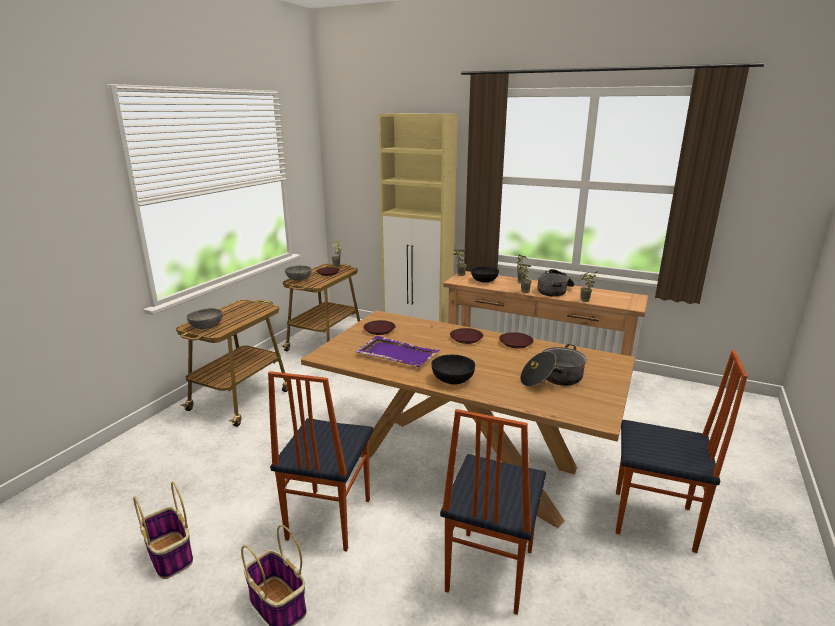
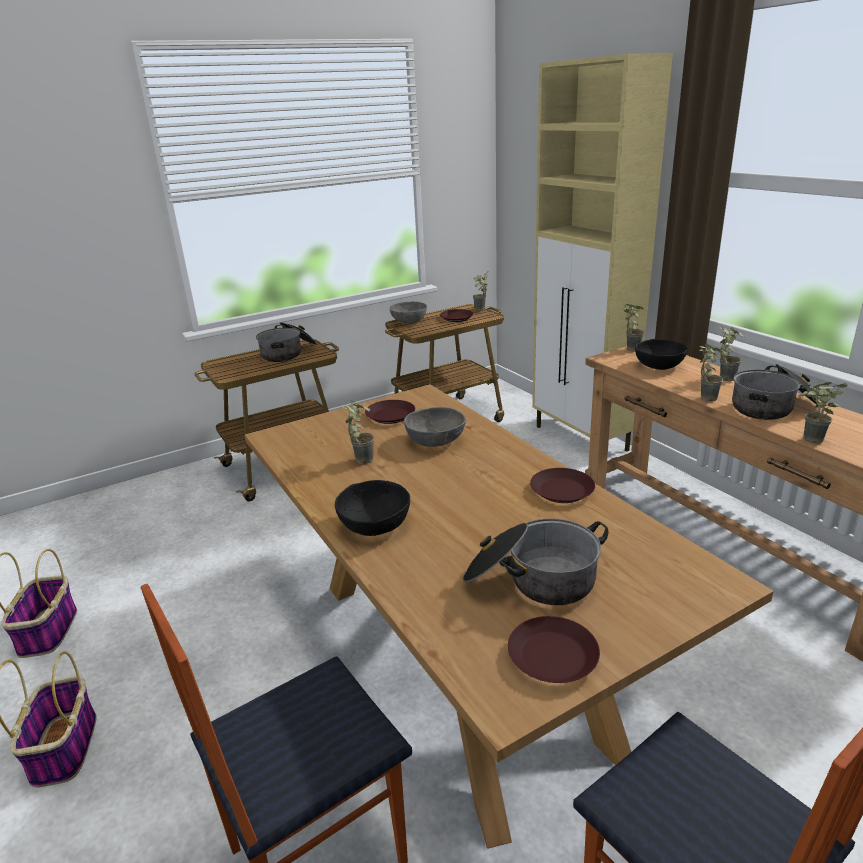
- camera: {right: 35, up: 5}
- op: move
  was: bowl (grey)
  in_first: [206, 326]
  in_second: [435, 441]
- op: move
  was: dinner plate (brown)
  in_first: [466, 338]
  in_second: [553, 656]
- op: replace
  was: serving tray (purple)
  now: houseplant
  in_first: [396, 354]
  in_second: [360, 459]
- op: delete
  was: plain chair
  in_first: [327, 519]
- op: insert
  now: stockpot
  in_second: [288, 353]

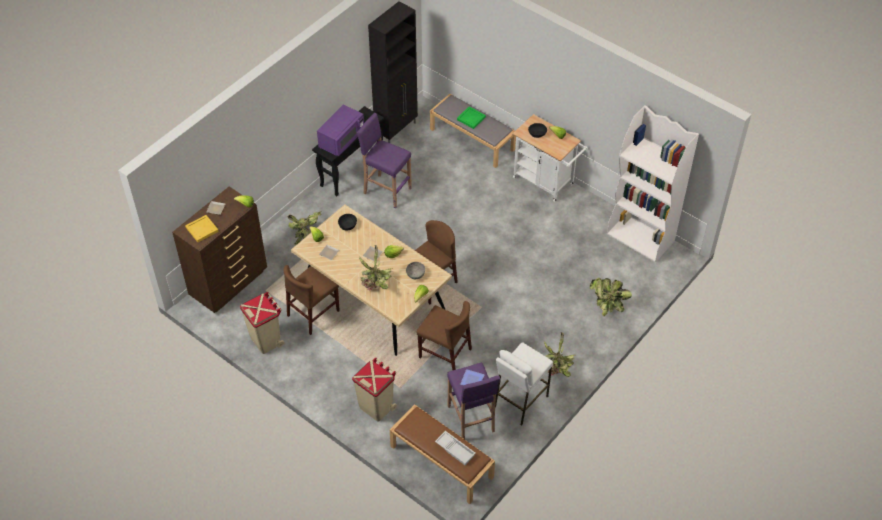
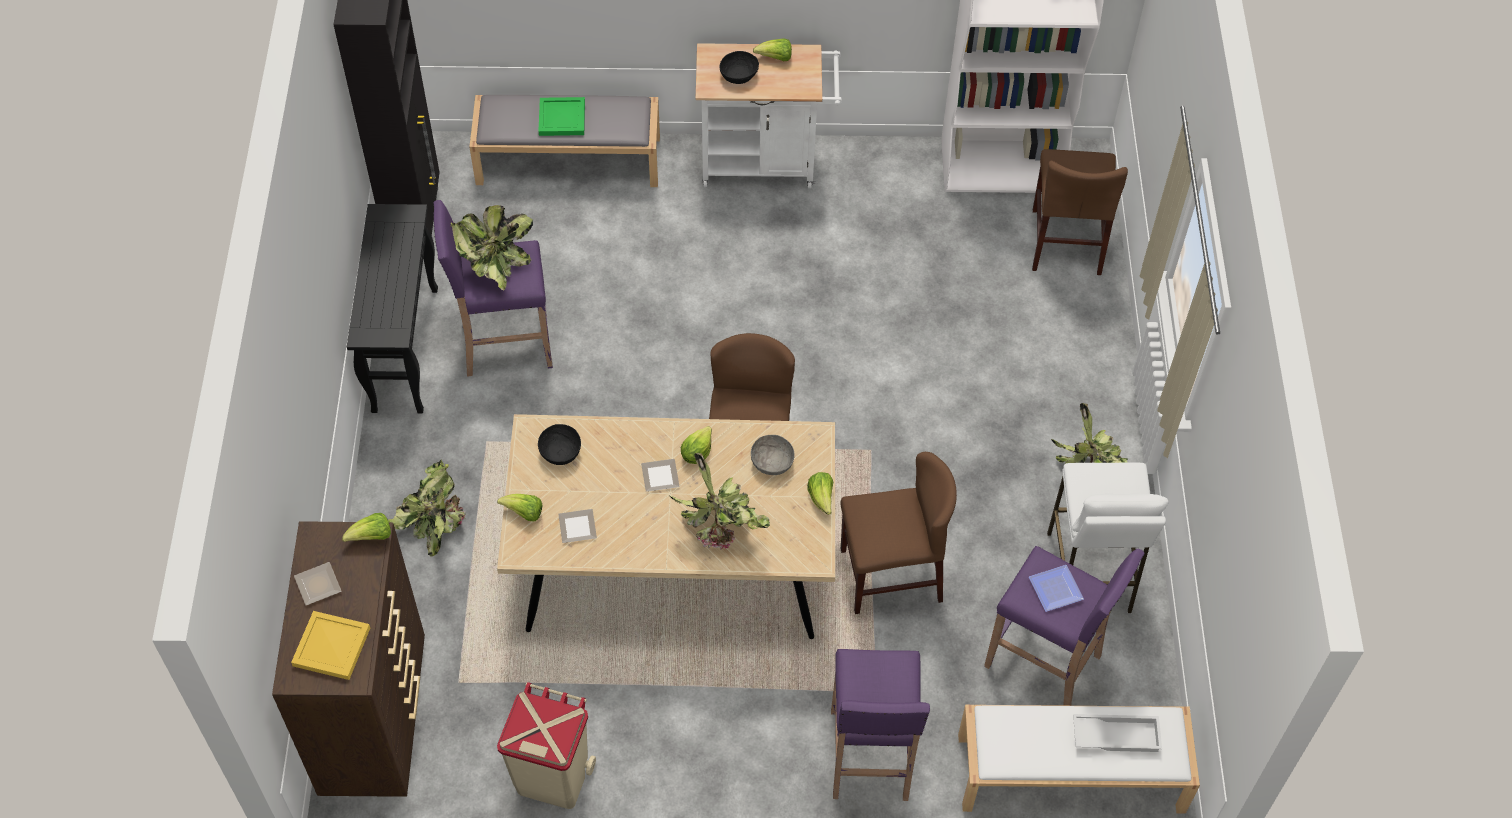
- camera: {right: -40, up: 5}
- op: delete
  was: kitchen microwave (purple)
  in_first: [341, 140]
- op: move
  was: plain chair (brown)
  in_first: [313, 313]
  in_second: [1066, 241]
- op: move
  was: houseplant
  in_first: [607, 304]
  in_second: [491, 266]
- op: replace
  was: waste bin (beige-coloured)
  now: stool (purple)
  in_first: [376, 406]
  in_second: [869, 757]
- op: recolor
  was: bench (brown)
  now: bench (whitish)
  in_first: [441, 461]
  in_second: [1069, 774]

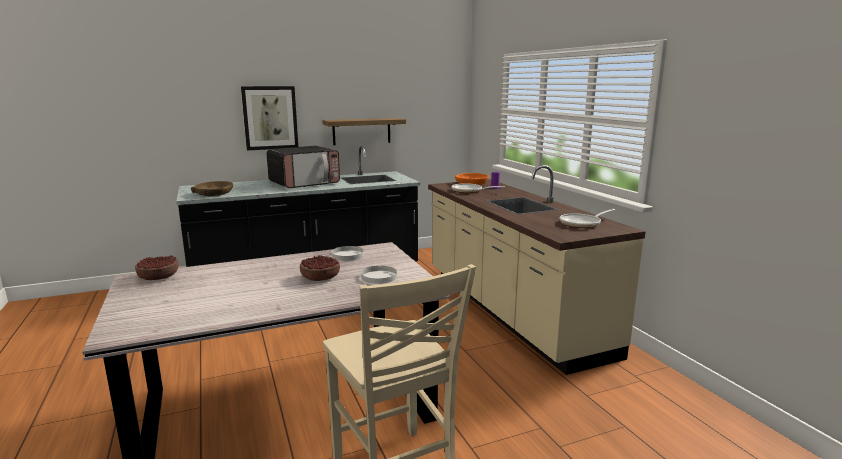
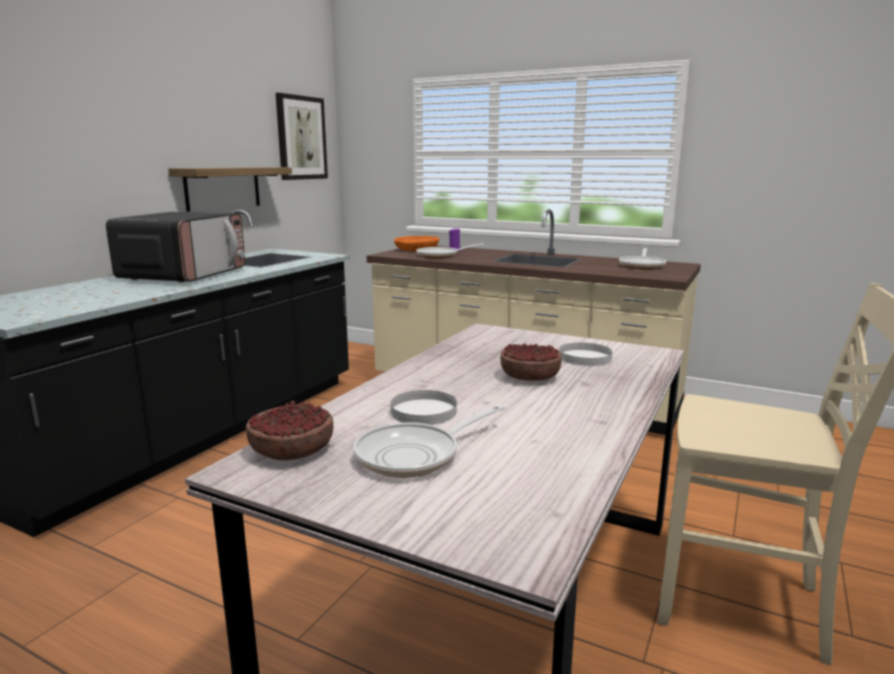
- camera: {right: -40, up: 0}
- op: move
  was: wall picture
  in_first: [270, 118]
  in_second: [301, 138]
- op: delete
  was: bowl (brown)
  in_first: [214, 194]
- op: move
  was: dinner plate (whitish)
  in_first: [347, 255]
  in_second: [423, 411]
- op: insert
  now: frying pan
  in_second: [415, 455]

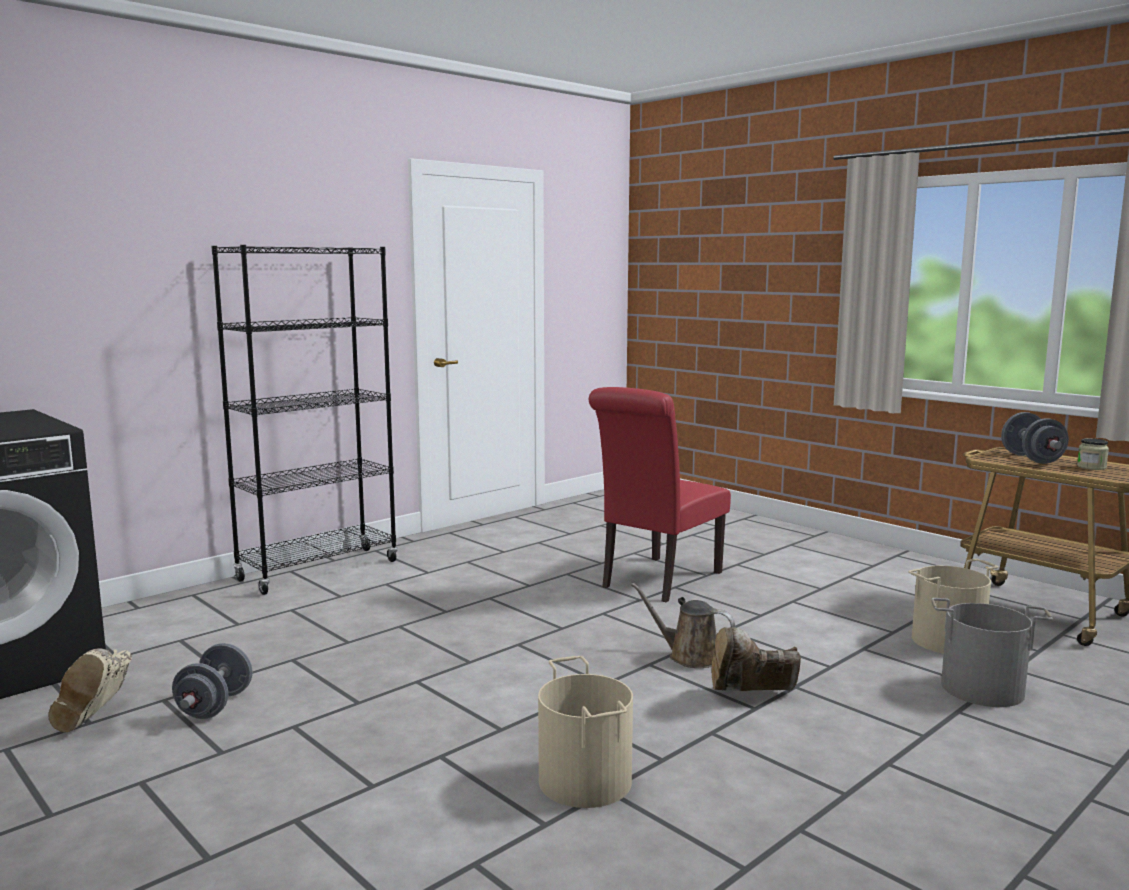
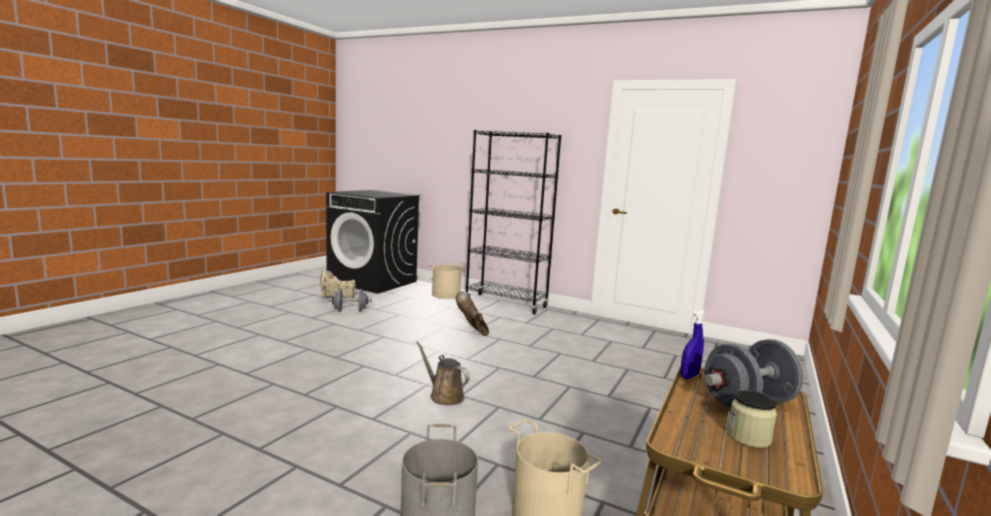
- camera: {right: 70, up: 0}
- op: delete
  was: plain chair (red-coloured)
  in_first: [657, 581]
- op: rotate
  was: sprinkling can (brown)
  in_first: [689, 656]
  in_second: [444, 396]
  clockwise: -60
- op: move
  was: boot (brown)
  in_first: [750, 697]
  in_second: [472, 330]
- op: move
  was: water bucket (beige-coloured)
  in_first: [586, 780]
  in_second: [446, 295]
- op: insert
  now: spray bottle (bluish)
  in_second: [689, 376]

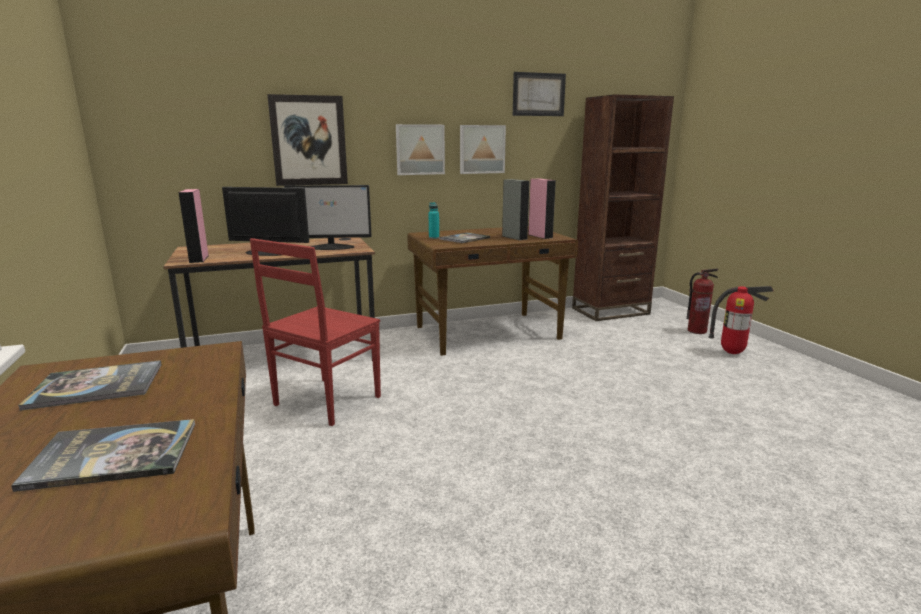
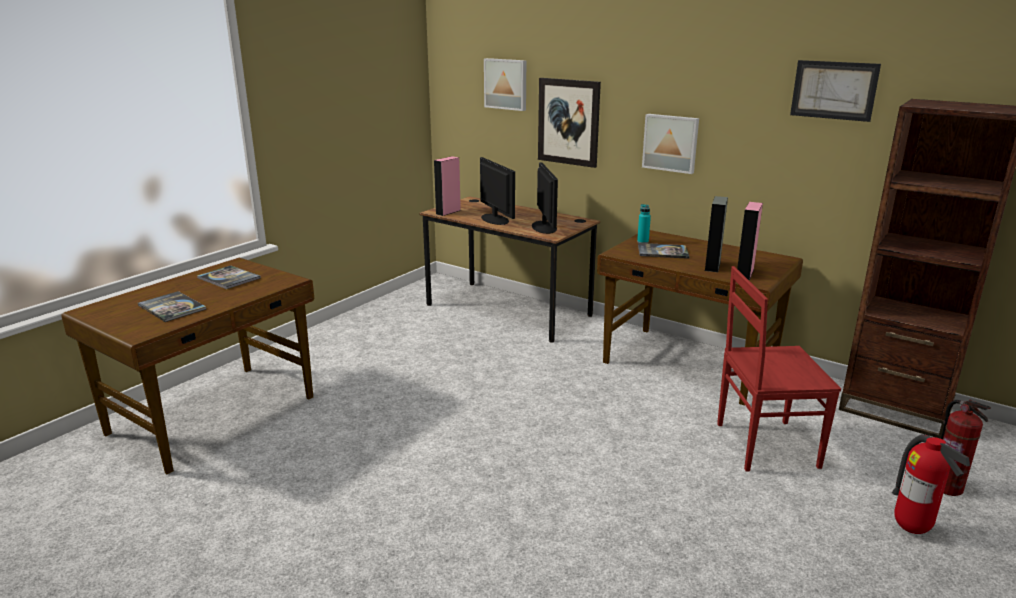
- camera: {right: 55, up: 5}
- op: move
  was: wall picture
  in_first: [481, 149]
  in_second: [506, 84]
- op: rotate
  was: monitor
  in_first: [332, 247]
  in_second: [544, 227]
  clockwise: -150
- op: move
  was: plain chair (red-coloured)
  in_first: [325, 402]
  in_second: [763, 445]

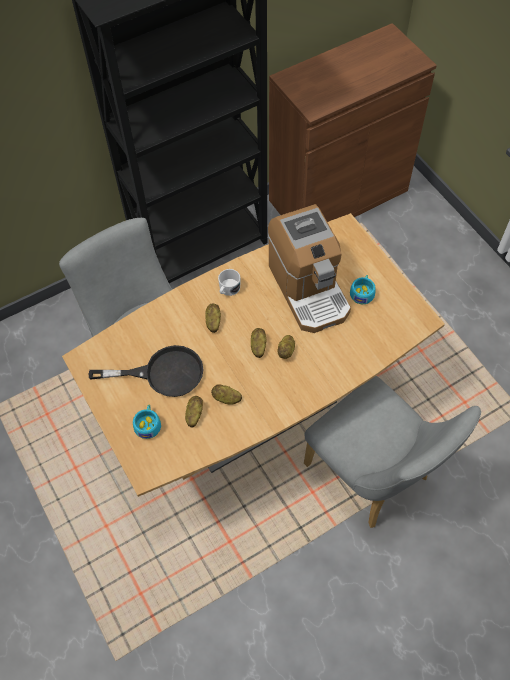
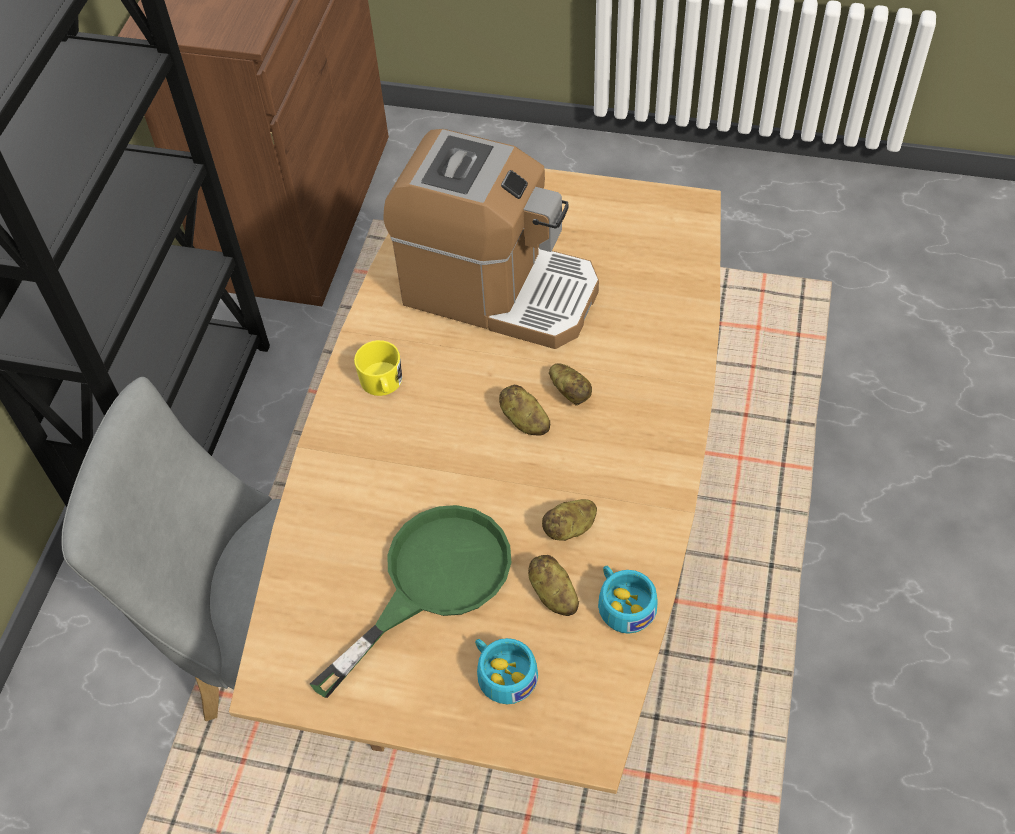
- camera: {right: -45, up: -5}
- op: recolor
  was: tea mug (whitish)
  now: tea mug (yellow-coloured)
  in_first: [228, 289]
  in_second: [382, 384]
- op: move
  was: cup (turquoise)
  in_first: [362, 292]
  in_second: [623, 604]
- op: delete
  was: spud
  in_first: [213, 322]
- op: recolor
  was: frying pan (black)
  now: frying pan (green-coloured)
  in_first: [163, 373]
  in_second: [432, 582]
- op: delete
  was: plain chair (grey)
  in_first: [373, 476]

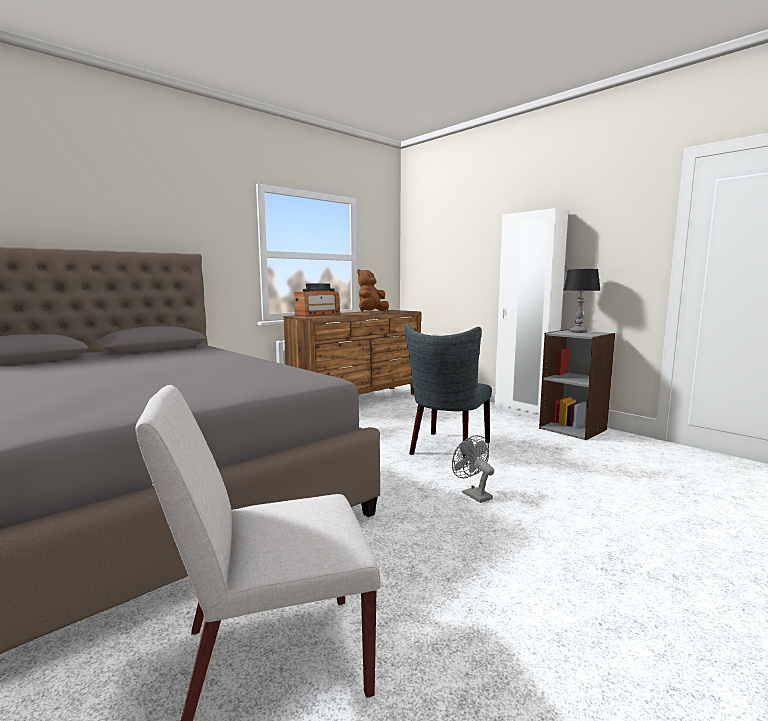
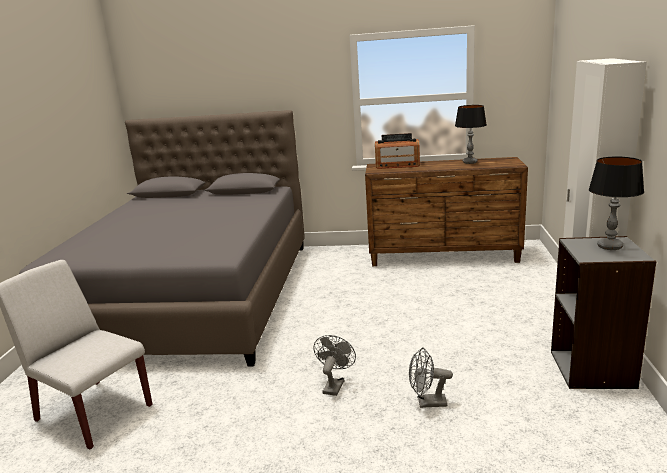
- camera: {right: 50, up: 10}
- op: replace
  was: soft toy (brown)
  now: tabletop lamp
  in_first: [371, 312]
  in_second: [470, 162]
- op: delete
  was: plain chair (grey)
  in_first: [447, 449]
- op: insert
  now: fan (grey)
  in_second: [427, 403]

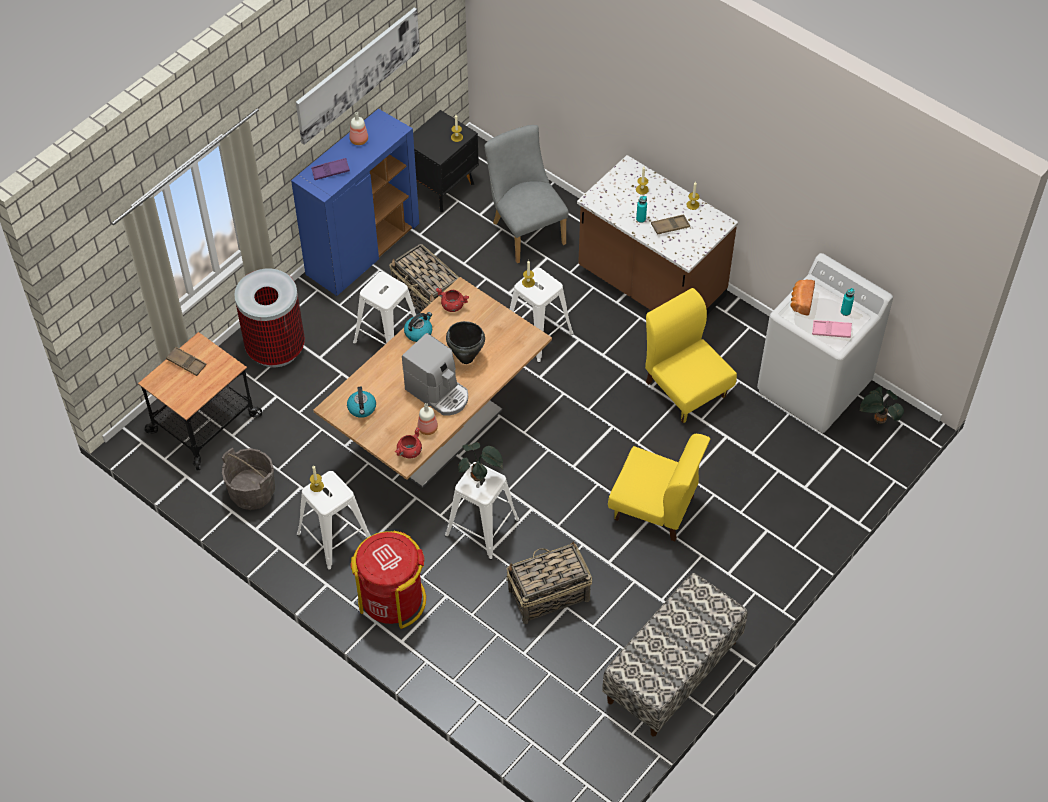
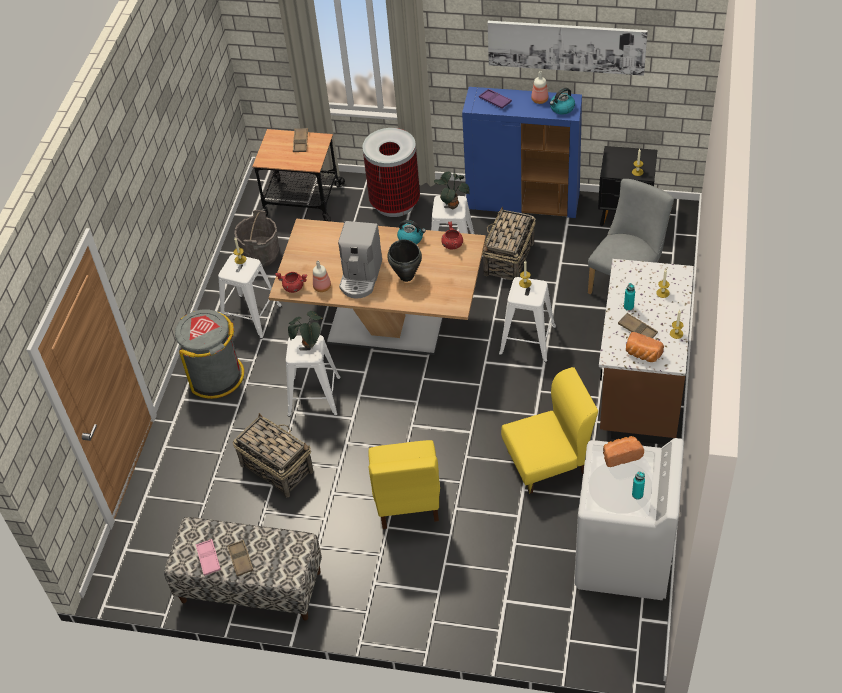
- camera: {right: 65, up: -5}
- op: rotate
  was: plain chair (yellow-coloured)
  in_first: [685, 388]
  in_second: [548, 463]
  clockwise: 45
- op: move
  was: serving tray (pinkish)
  in_first: [831, 331]
  in_second: [208, 559]
- op: move
  was: tea kettle
  in_first: [362, 408]
  in_second: [562, 108]
- op: move
  was: houseplant
  in_first: [878, 420]
  in_second: [452, 205]
- op: recolor
  was: waste bin (red-coloured)
  now: waste bin (grey)
  in_first: [392, 599]
  in_second: [216, 375]
- op: insert
  now: bakery bread
  in_second: [642, 355]
- op: insert
  now: serving tray (brown)
  in_second: [240, 559]

